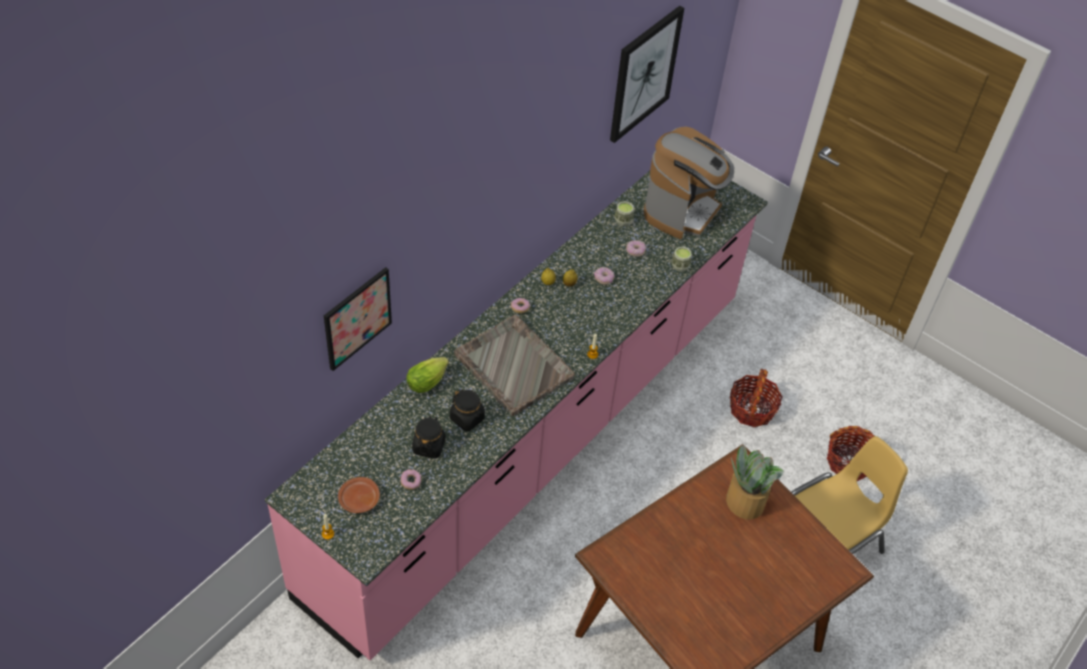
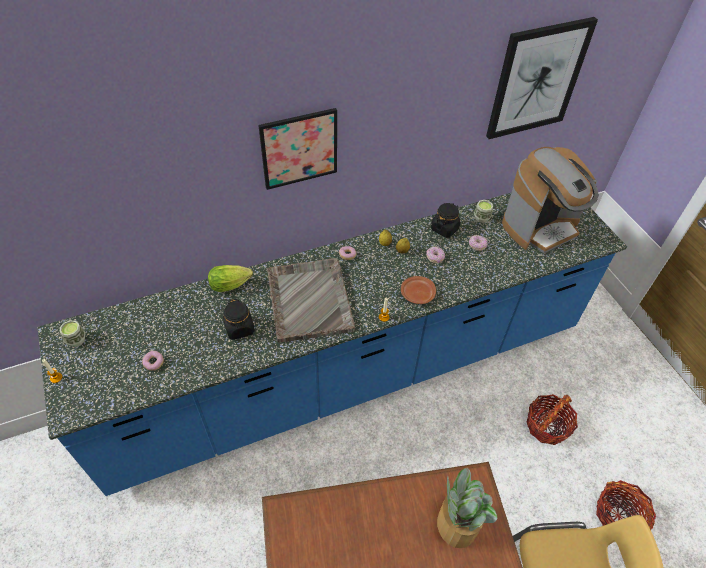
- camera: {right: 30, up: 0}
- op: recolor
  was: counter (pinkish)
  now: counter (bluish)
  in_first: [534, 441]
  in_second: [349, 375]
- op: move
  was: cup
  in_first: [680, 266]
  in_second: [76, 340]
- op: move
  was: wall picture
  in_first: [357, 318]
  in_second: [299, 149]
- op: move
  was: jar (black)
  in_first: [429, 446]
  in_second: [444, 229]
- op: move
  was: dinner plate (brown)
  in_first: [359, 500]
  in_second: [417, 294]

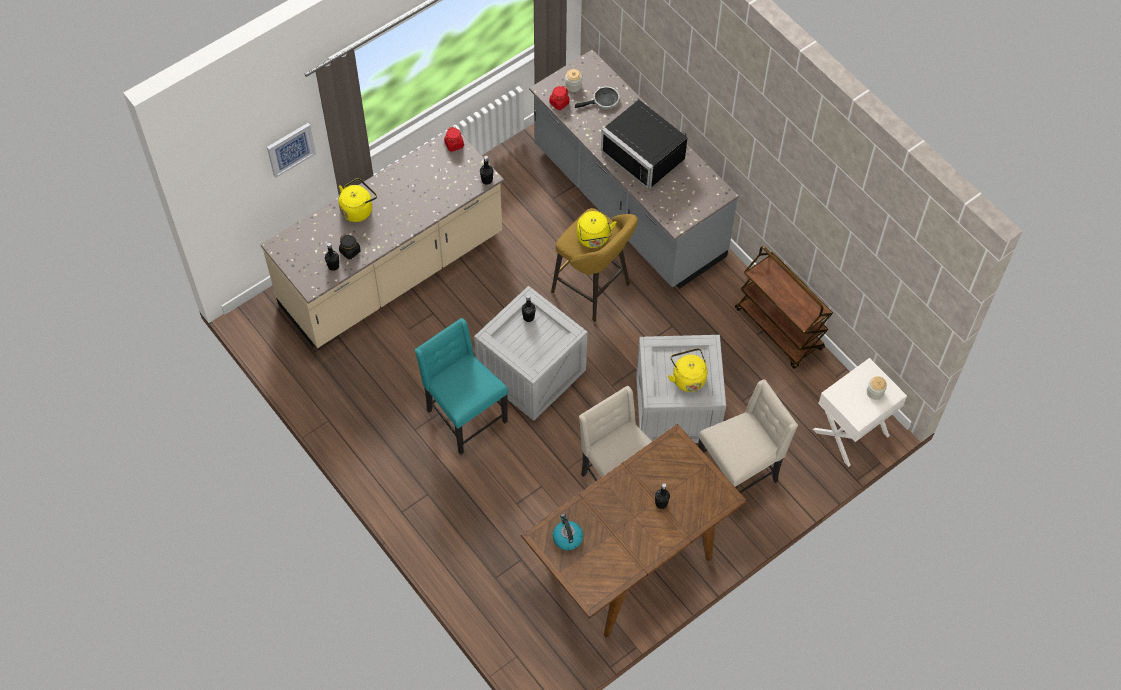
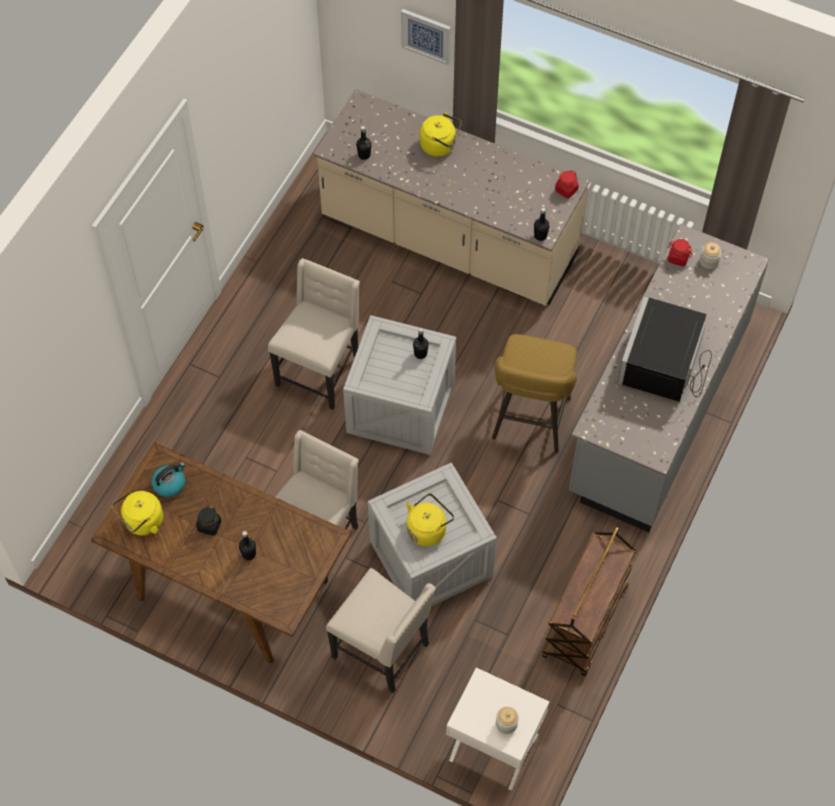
- camera: {right: 65, up: 0}
- op: delete
  was: frying pan
  in_first: [603, 101]
- op: move
  was: tea kettle (yellow-coloured)
  in_first: [593, 239]
  in_second: [142, 522]
- op: move
  was: jar (black)
  in_first: [350, 251]
  in_second: [209, 525]
- op: recolor
  was: plain chair (turquoise)
  now: plain chair (beige-coloured)
  in_first: [464, 416]
  in_second: [320, 370]

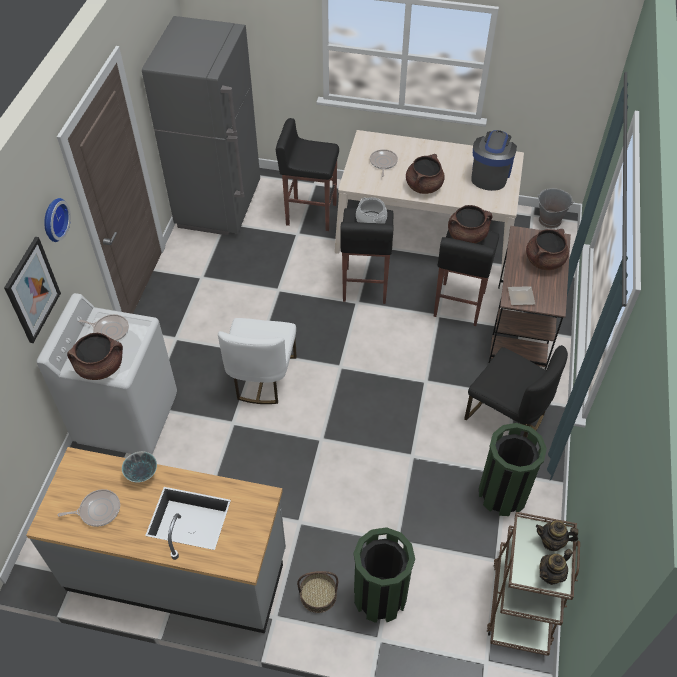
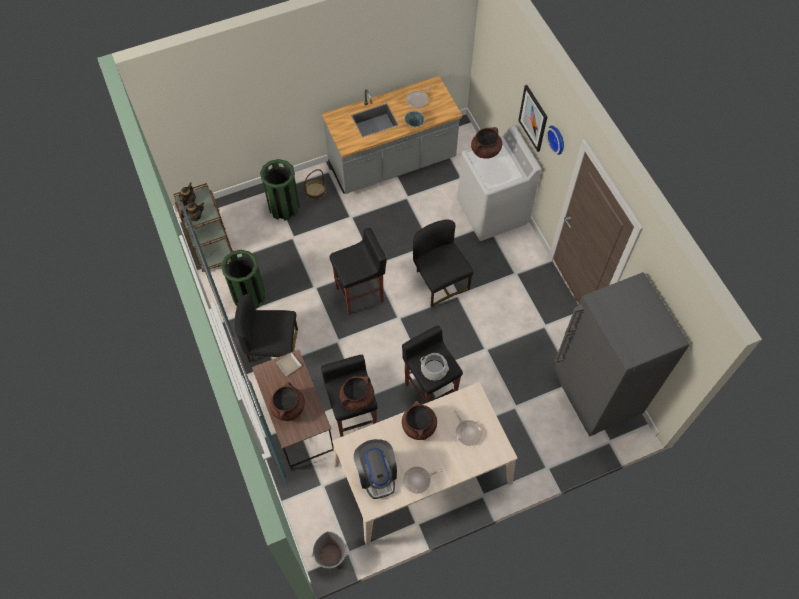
- camera: {right: 145, up: 10}
- op: move
  was: stool (black)
  in_first: [310, 214]
  in_second: [360, 295]
- op: move
  was: frying pan
  in_first: [109, 330]
  in_second: [418, 480]
- op: recolor
  was: plain chair (whitish)
  now: plain chair (black)
  in_first: [262, 377]
  in_second: [440, 281]

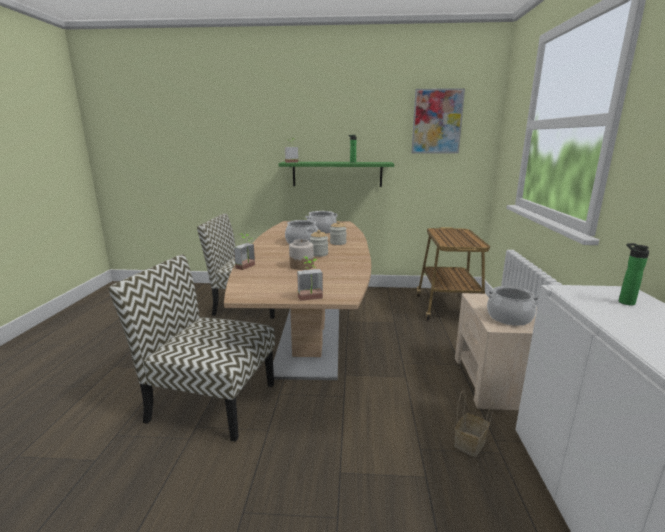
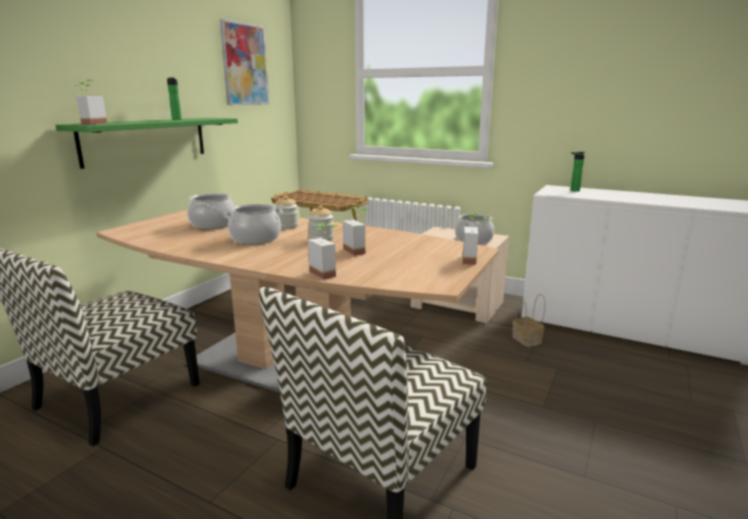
- camera: {right: -65, up: 0}
- op: replace
  was: jar
  now: houseplant
  in_first: [301, 266]
  in_second: [358, 250]

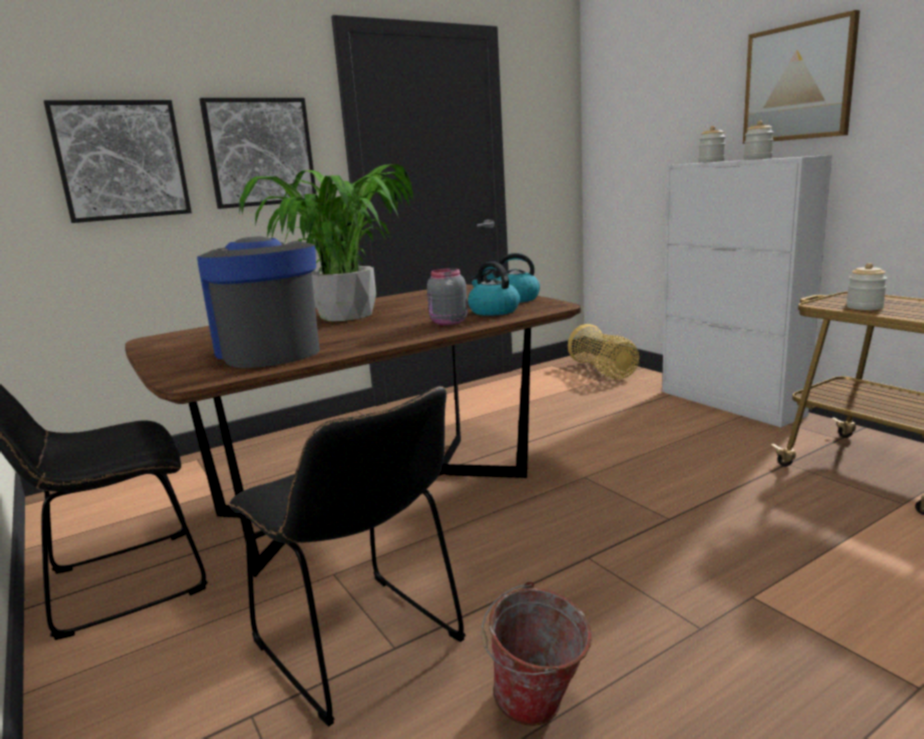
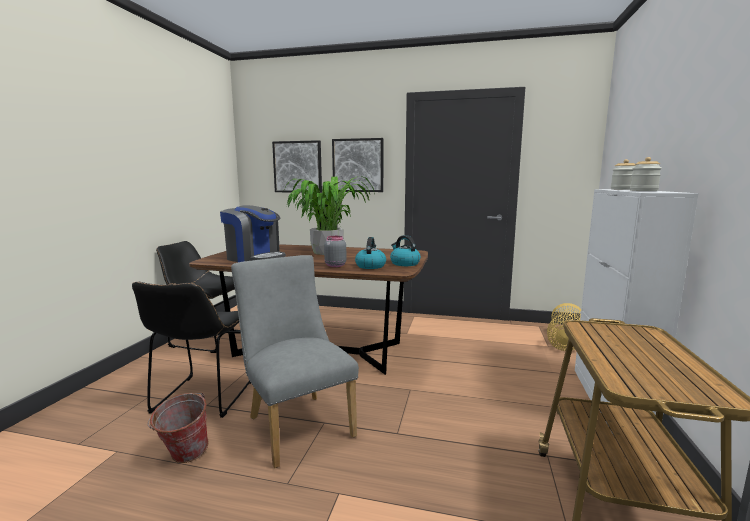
- camera: {right: 45, up: -5}
- op: delete
  was: wall picture
  in_first: [798, 82]
- op: rotate
  was: coffee maker
  in_first: [268, 351]
  in_second: [254, 258]
  clockwise: 105
- op: delete
  was: jar
  in_first: [864, 307]
- op: insert
  now: plain chair (grey)
  in_second: [296, 423]

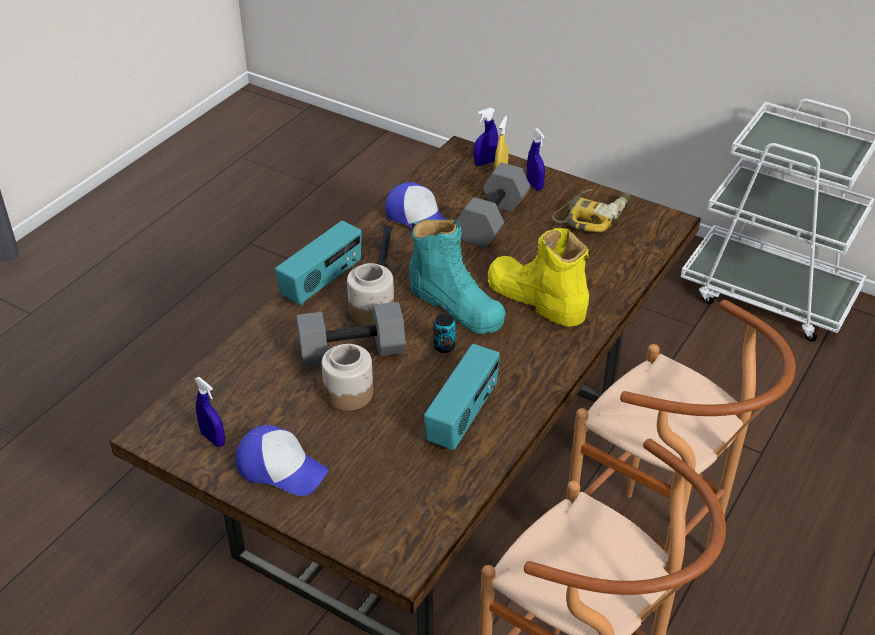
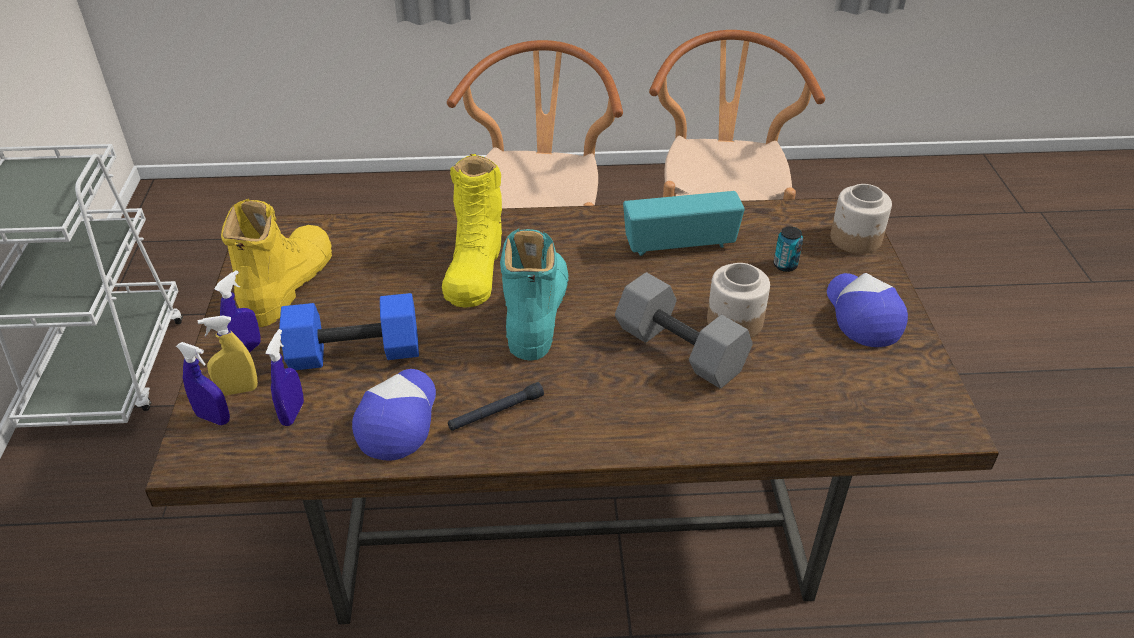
- camera: {right: -125, up: 0}
- op: recolor
  was: free weight (grey)
  now: free weight (bluish)
  in_first: [493, 222]
  in_second: [356, 351]
- op: replace
  was: power drill
  now: boot (yellow-coloured)
  in_first: [592, 215]
  in_second: [287, 283]
- op: delete
  was: radio
  in_first: [322, 282]
- op: move
  was: jar
  in_first: [371, 310]
  in_second: [856, 239]
- op: move
  was: can
  in_first: [444, 346]
  in_second: [785, 265]
- op: move
  was: spray bottle (bluish)
  in_first: [213, 439]
  in_second: [292, 413]

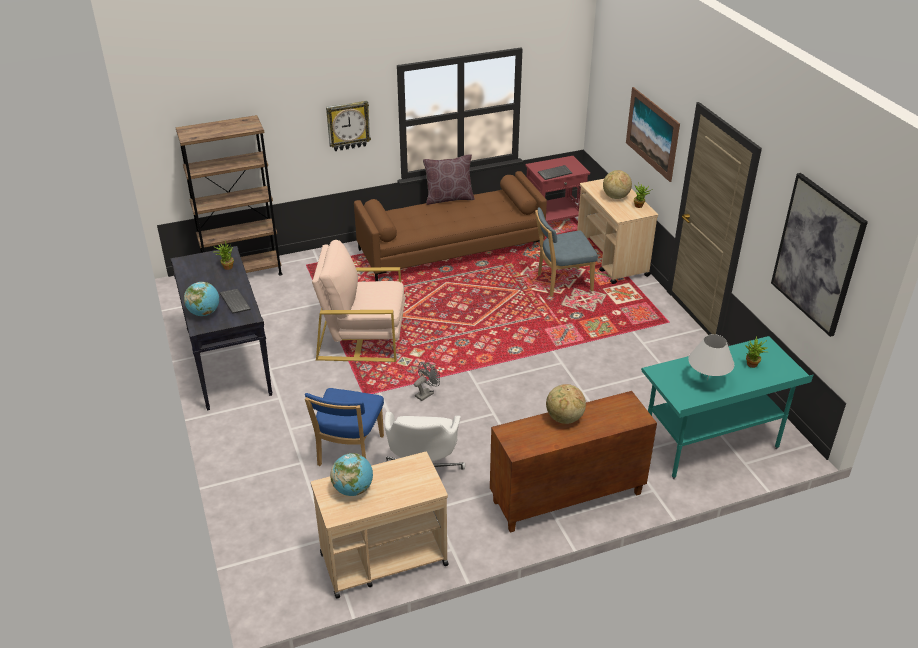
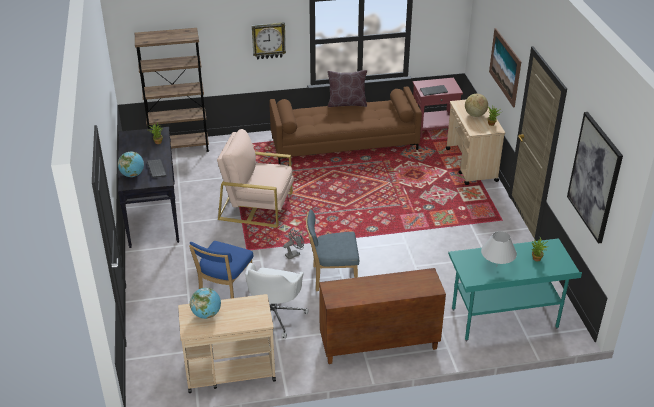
- camera: {right: 10, up: 0}
- op: move
  was: plain chair (bluish)
  in_first: [561, 283]
  in_second: [332, 277]
- op: delete
  was: world globe
  in_first: [564, 418]

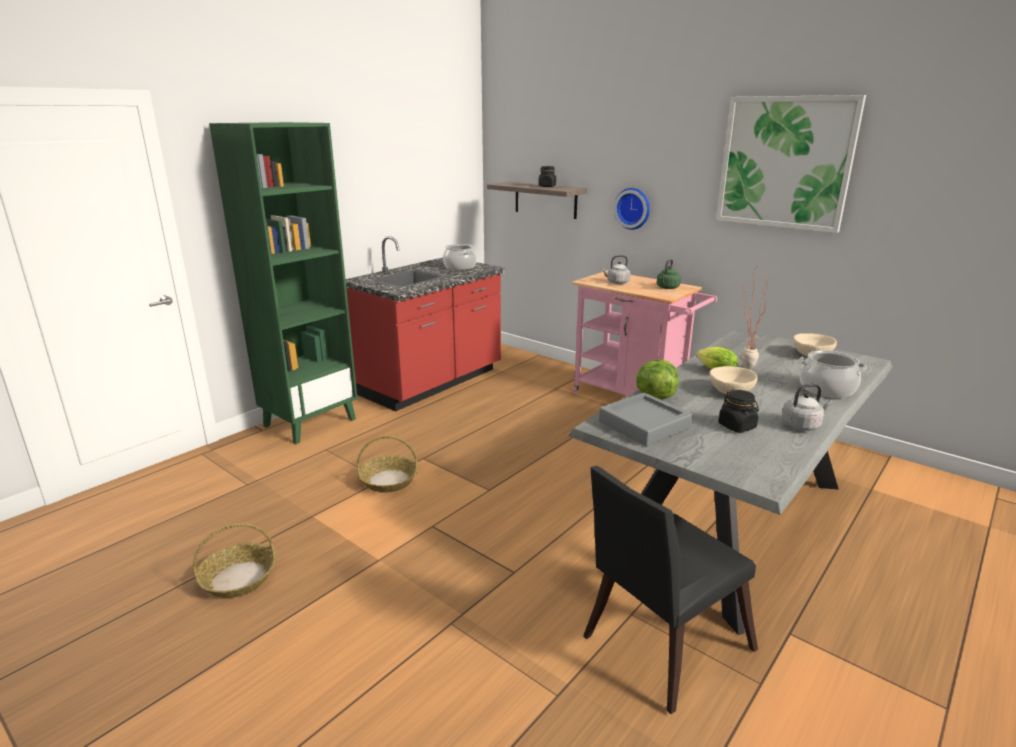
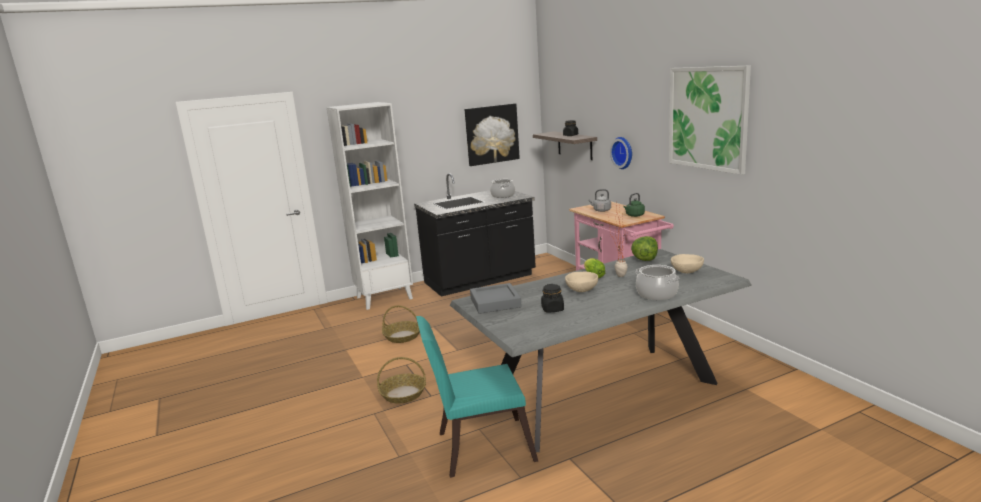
- camera: {right: 25, up: -5}
- op: recolor
  was: shelving unit (green-coloured)
  now: shelving unit (whitish)
  in_first: [310, 422]
  in_second: [384, 298]
- op: recolor
  was: counter (red-coloured)
  now: counter (black)
  in_first: [431, 382]
  in_second: [480, 280]
- op: move
  was: head of lettuce
  in_first: [655, 396]
  in_second: [644, 259]
- op: delete
  was: tea kettle (grey)
  in_first: [802, 425]
- op: recolor
  was: plain chair (black)
  now: plain chair (turquoise)
  in_first: [659, 646]
  in_second: [478, 447]
- op: move
  was: household basket
  in_first: [239, 578]
  in_second: [403, 394]
- op: insert
  now: wall picture
  in_second: [491, 134]

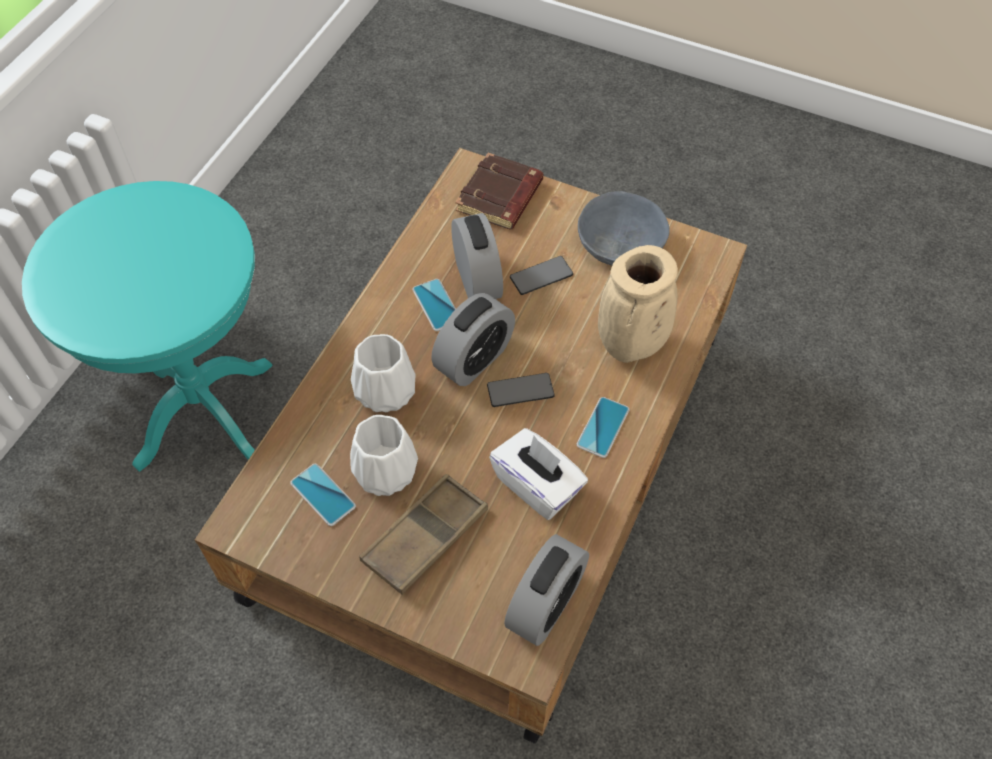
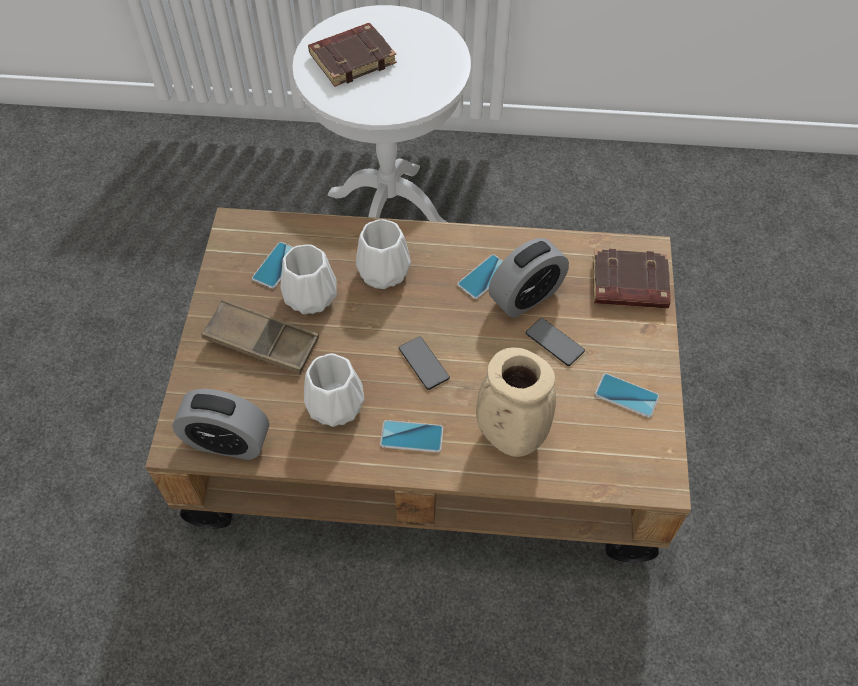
- camera: {right: 70, up: 0}
- op: recolor
  was: end table (turquoise)
  now: end table (whitish)
  in_first: [205, 414]
  in_second: [390, 212]
- op: replace
  was: bowl (grey)
  now: telephone
  in_first: [621, 245]
  in_second: [626, 396]
- op: delete
  was: alarm clock
  in_first: [474, 359]
- op: replace
  was: tissue holder (whitish)
  now: flower vase (whitish)
  in_first: [537, 485]
  in_second: [335, 404]
- op: insert
  now: volume (brown)
  in_second: [352, 58]

